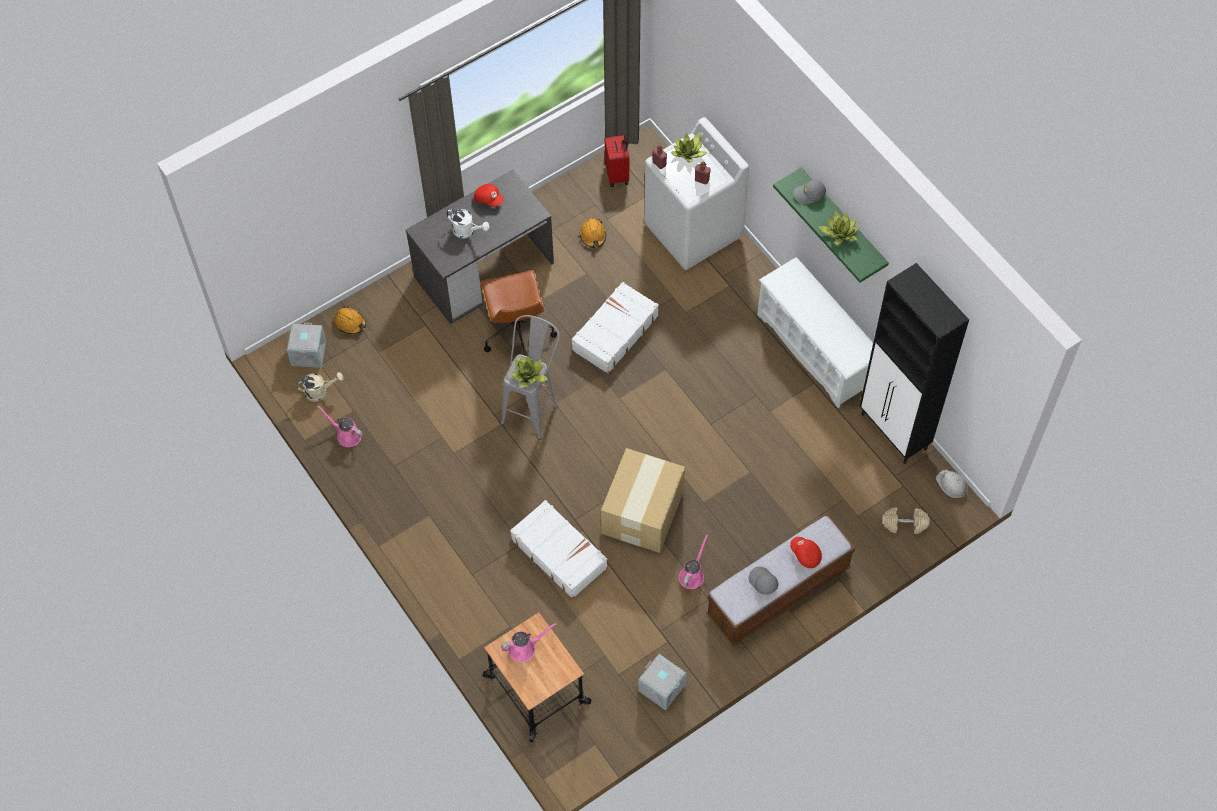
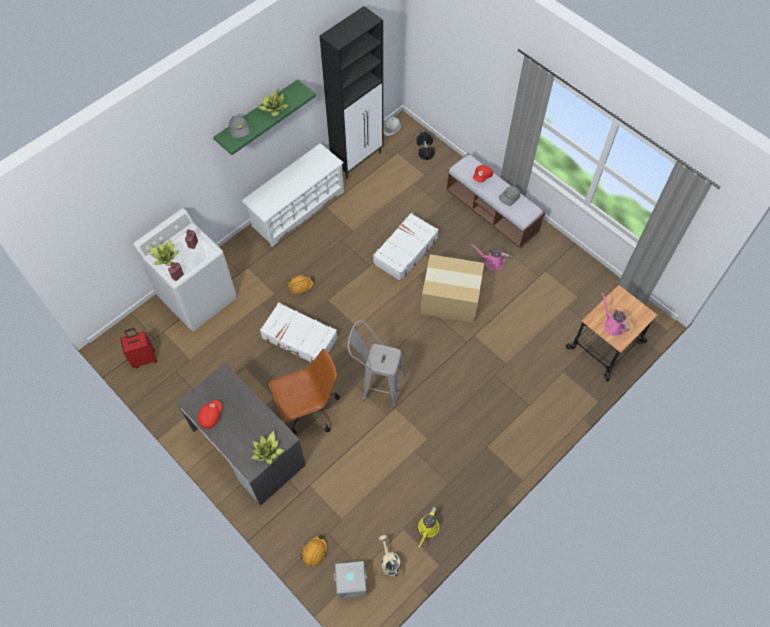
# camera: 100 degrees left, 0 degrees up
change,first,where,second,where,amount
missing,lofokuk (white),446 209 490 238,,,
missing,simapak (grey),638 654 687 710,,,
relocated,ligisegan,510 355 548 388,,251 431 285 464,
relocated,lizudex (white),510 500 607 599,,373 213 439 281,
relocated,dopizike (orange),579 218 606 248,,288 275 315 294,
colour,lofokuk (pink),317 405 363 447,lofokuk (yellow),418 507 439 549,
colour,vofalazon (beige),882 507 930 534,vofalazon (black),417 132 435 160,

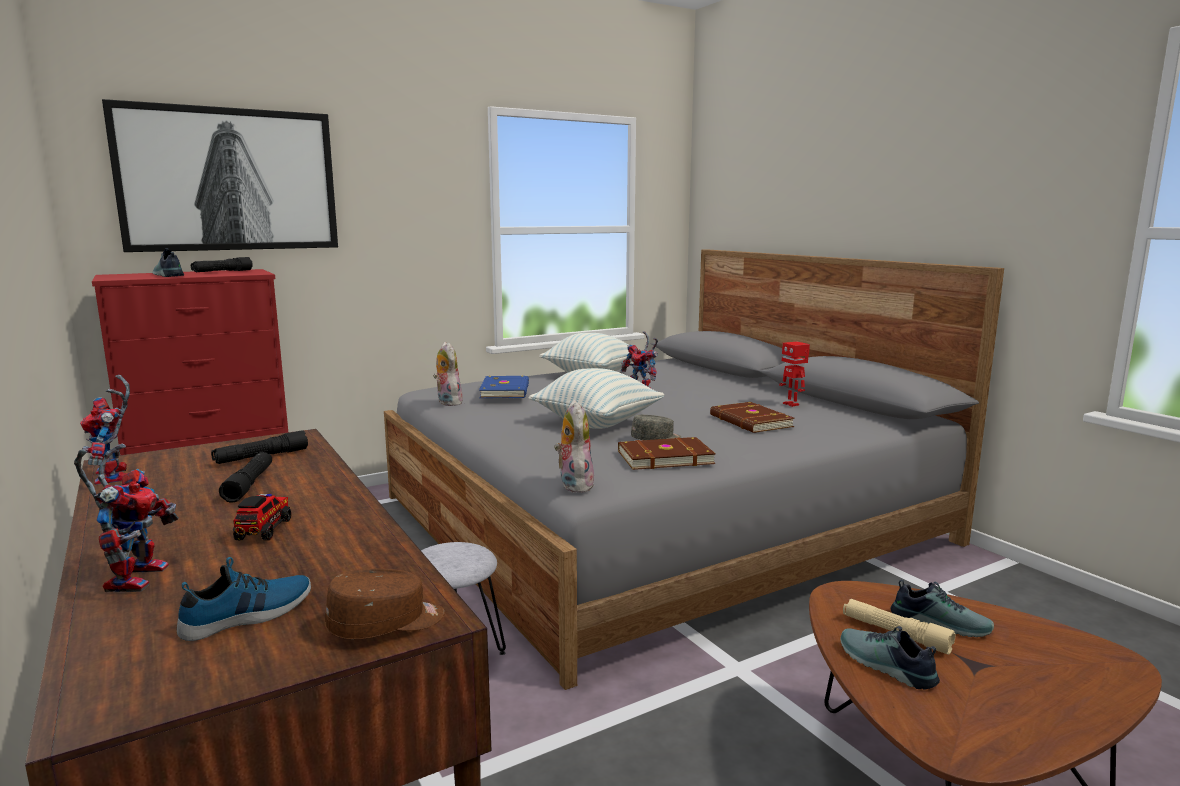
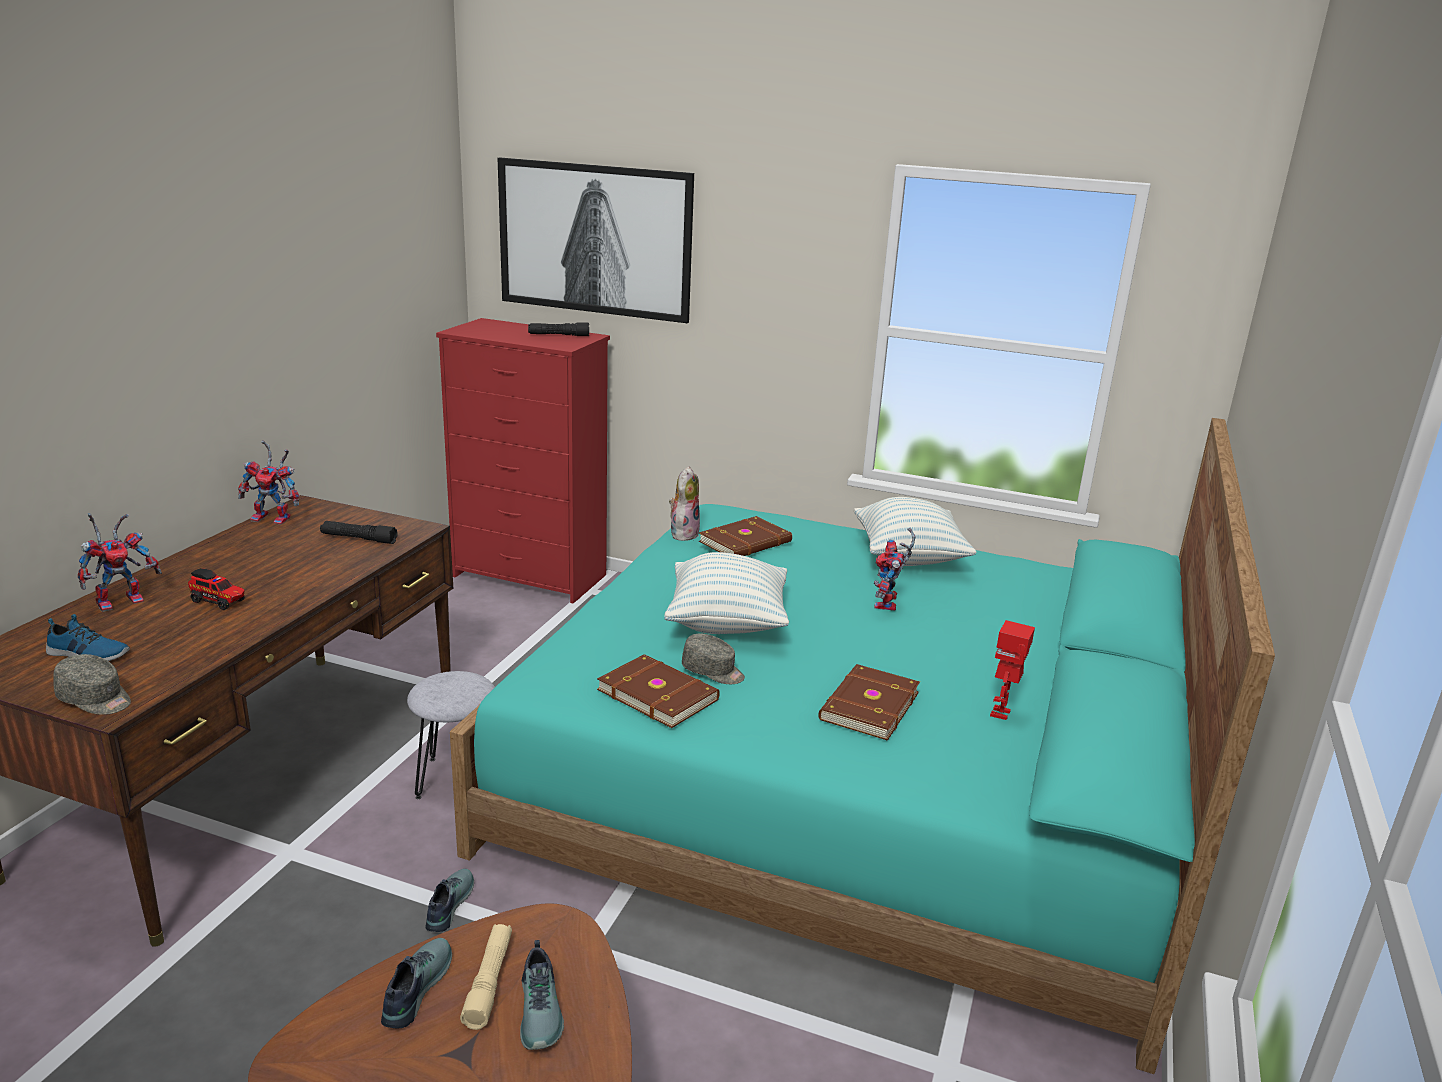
# camera: 50 degrees right, 10 degrees up
change,first,where,second,where,amount
missing,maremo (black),219 452 272 503,,,
missing,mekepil,554 400 594 493,,,
relocated,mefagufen,153 248 184 277,,426 869 474 932,
colour,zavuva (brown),325 569 445 639,zavuva (grey),53 654 131 715,
colour,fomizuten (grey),384 249 1004 690,fomizuten (turquoise),450 418 1275 1074,
colour,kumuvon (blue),479 376 529 398,kumuvon (brown),699 516 792 556,
spun,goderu,80 375 130 485,,238 440 299 525,105 degrees counterclockwise
spun,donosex,233 494 291 541,,188 568 245 610,60 degrees clockwise

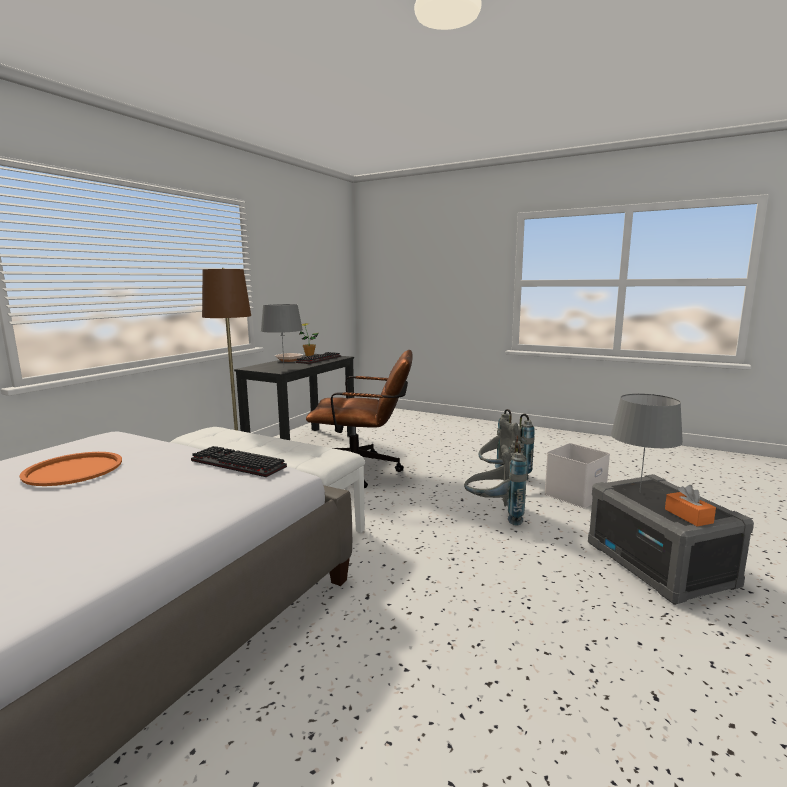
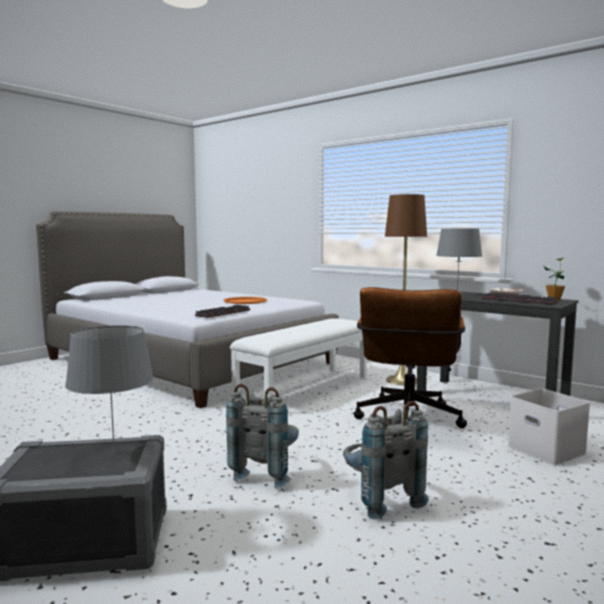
# camera: 100 degrees right, 5 degrees down
change,first,where,second,where,amount
missing,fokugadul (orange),665 485 716 527,,,
relocated,simapak (white),544 443 610 508,,508 388 590 466,

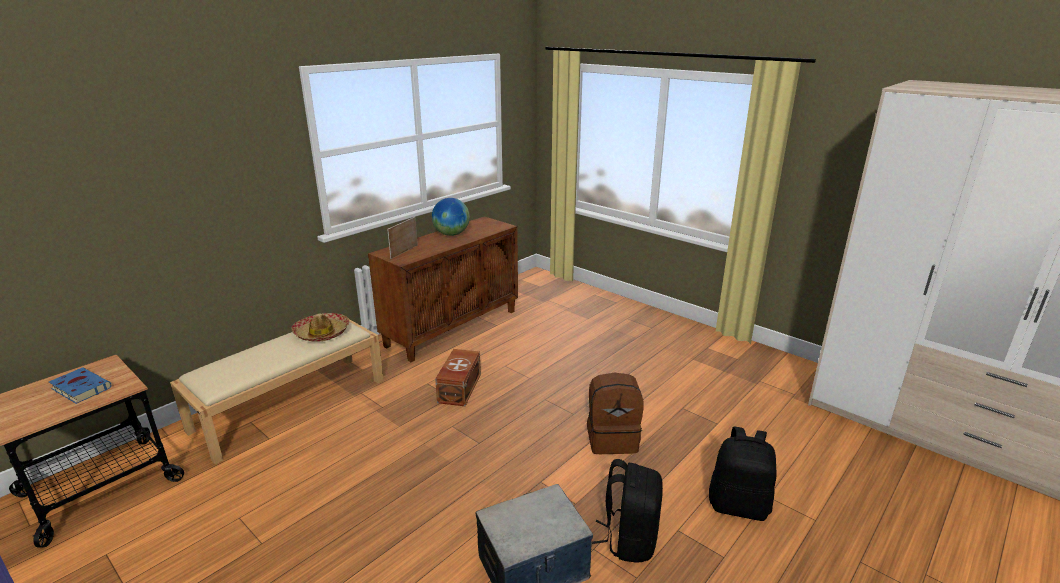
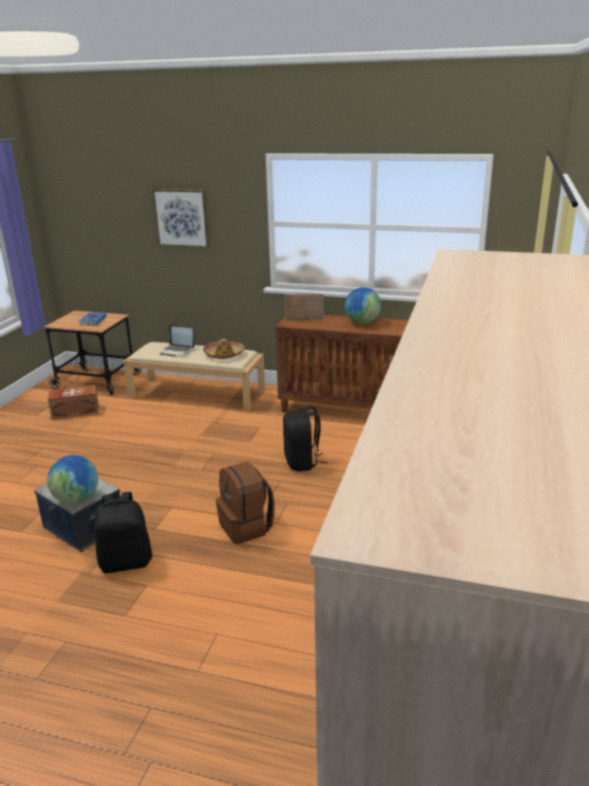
# camera: 65 degrees right, 0 degrees up
change,first,where,second,where,amount
appeared,,,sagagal,47 455 98 504,
appeared,,,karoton,152 189 209 248,
appeared,,,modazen,160 325 195 356,
relocated,simapak (brown),435 349 481 406,,48 385 99 420,
relocated,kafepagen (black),709 427 777 521,,283 405 328 471,

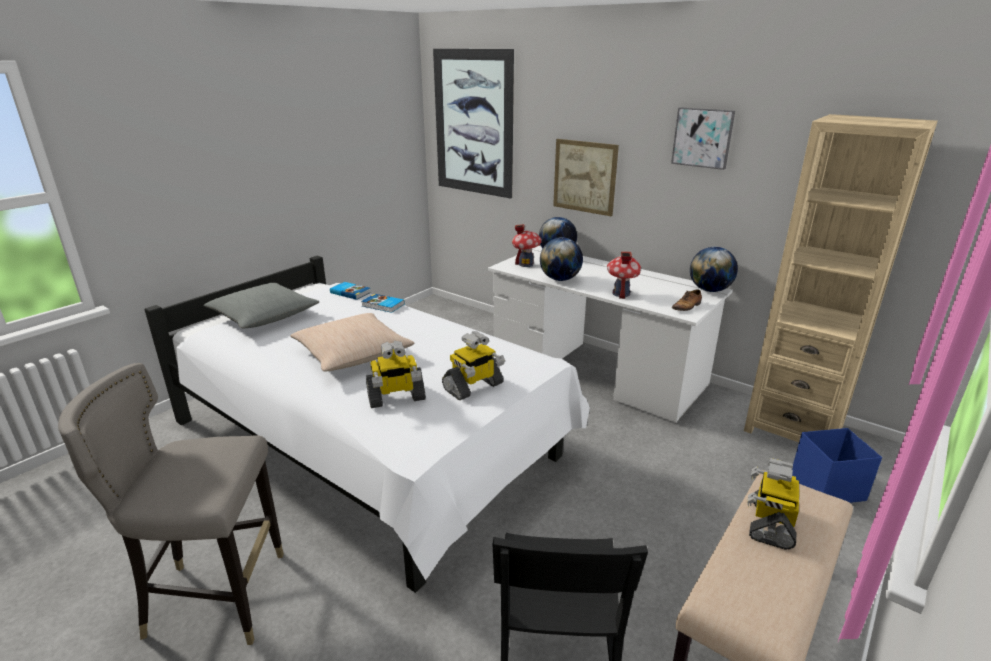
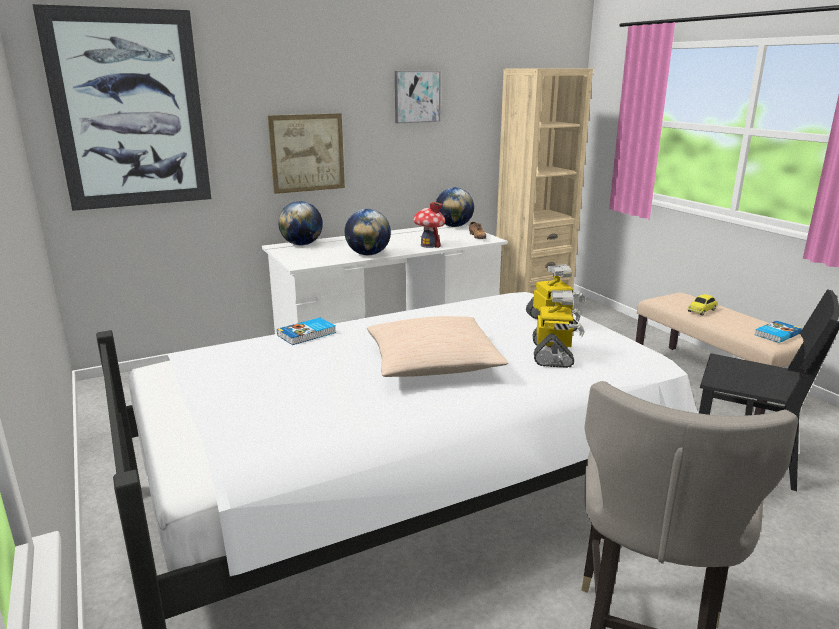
# camera: 65 degrees left, 5 degrees down
change,first,where,second,where,amount
missing,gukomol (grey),203 283 319 328,,,
missing,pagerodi,512 224 542 267,,,
missing,simapak (blue),792 428 882 503,,,
relocated,kumuvon,330 282 371 300,,754 321 802 343,
exchanged,goderu,747 458 799 550,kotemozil,688 294 717 315,

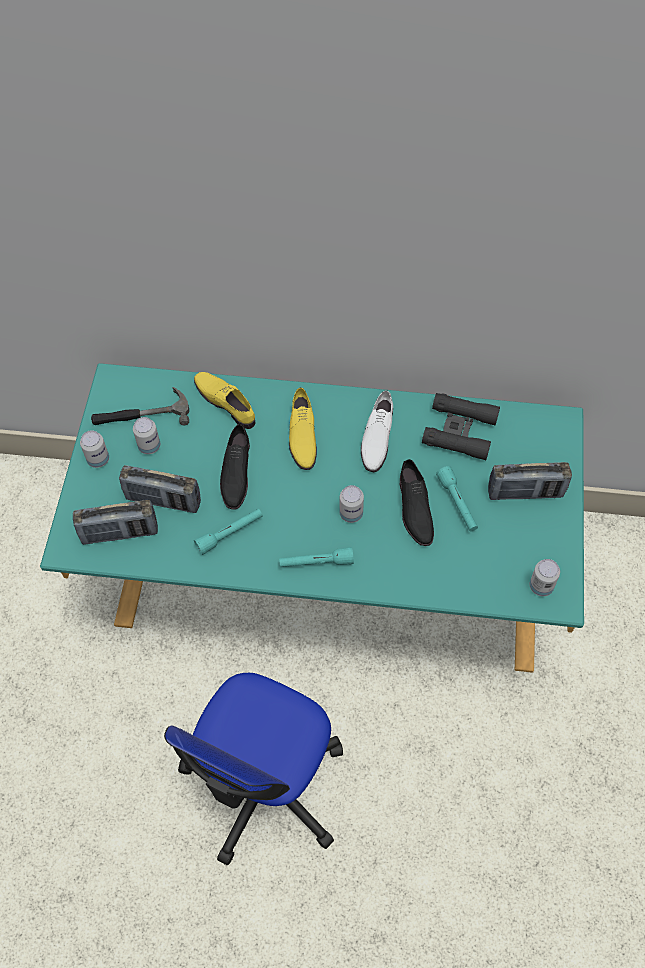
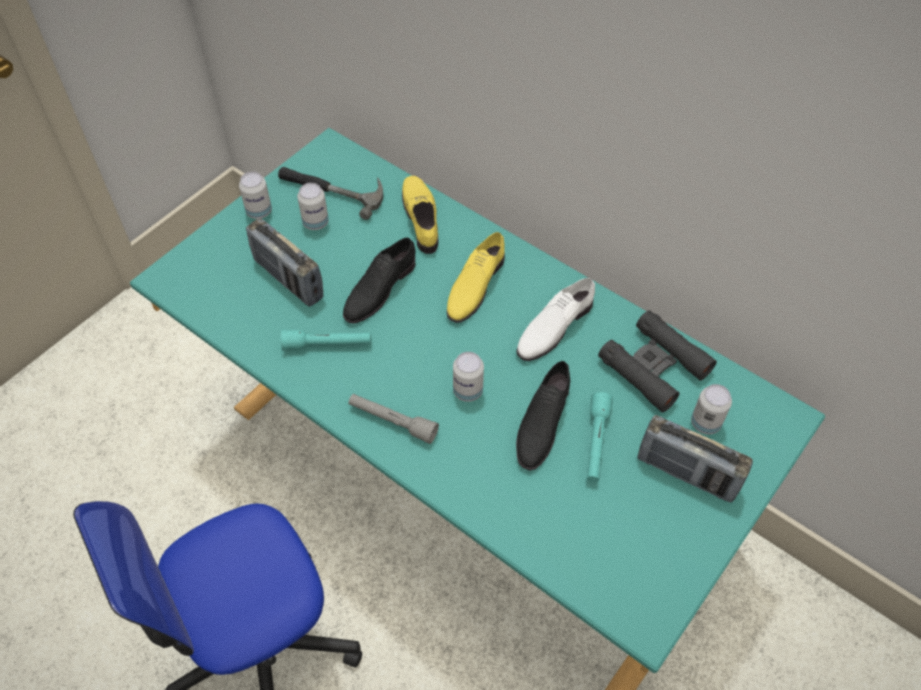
# camera: 30 degrees right, 5 degrees down
change,first,where,second,where,amount
missing,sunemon,73 500 158 545,,,
relocated,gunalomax,530 559 560 596,,691 384 732 434,
colour,maremo (turquoise),279 547 354 567,maremo (grey),349 394 439 444,

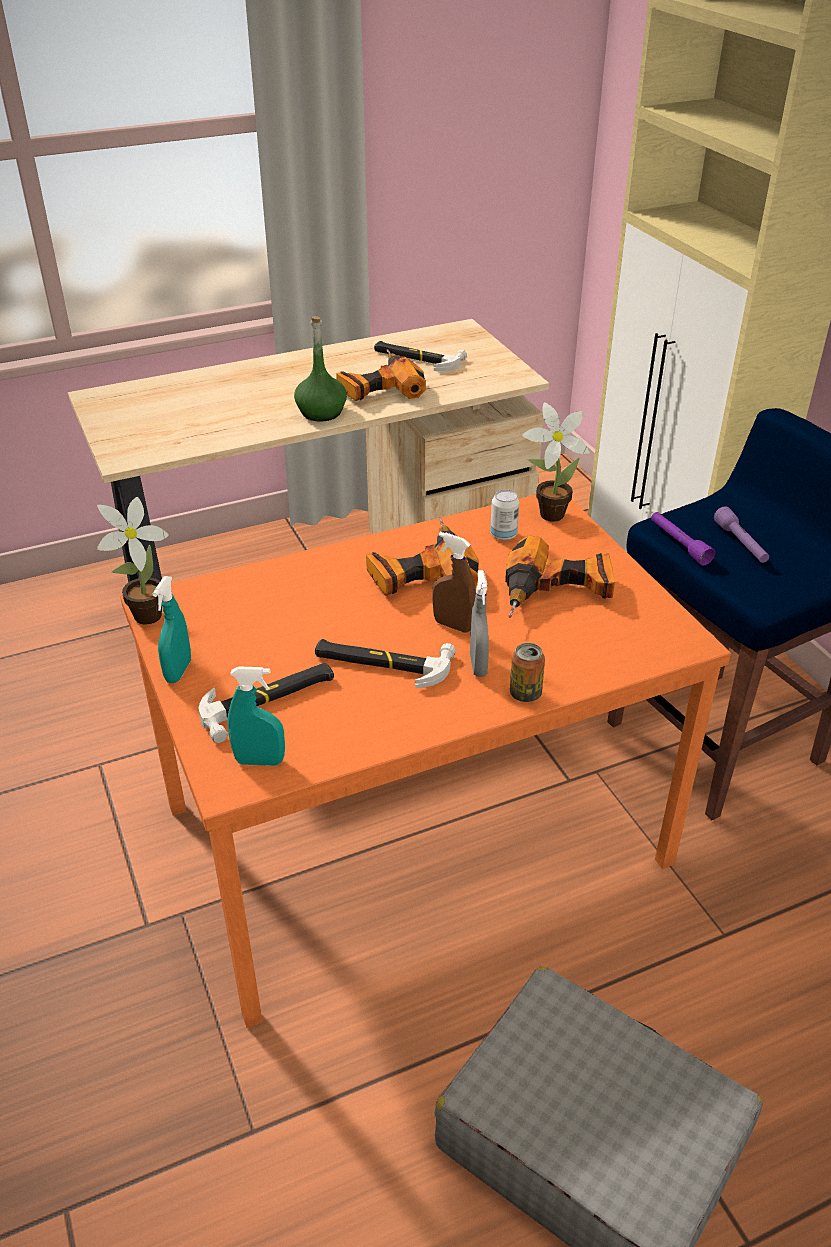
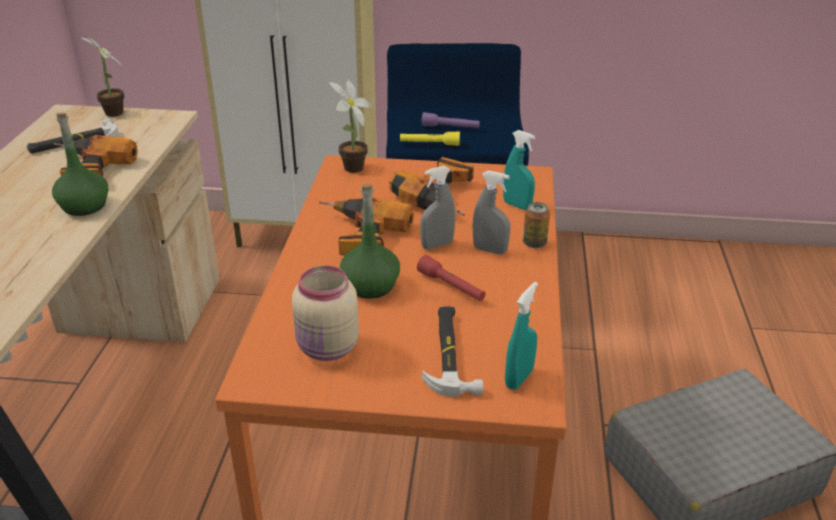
# camera: 60 degrees left, 5 degrees down
change,first,where,second,where,amount
missing,gunalomax,490 489 519 541,,,
appeared,,,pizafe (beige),292 265 359 361,
appeared,,,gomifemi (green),340 184 400 299,
relocated,ligisegan,97 497 169 625,,82 36 124 117,
relocated,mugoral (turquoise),153 576 191 683,,503 130 535 210,
exchanged,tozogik,315 639 456 688,maremo (red),417 255 485 301,
colour,mugoral (brown),432 532 476 632,mugoral (grey),420 166 455 249,
colour,maremo (purple),651 512 715 566,maremo (yellow),400 131 460 146,

